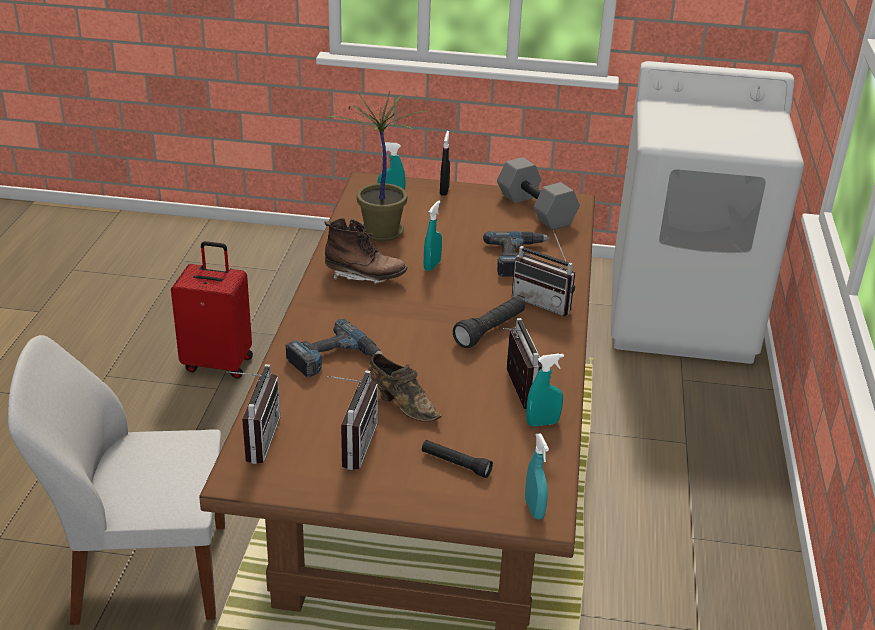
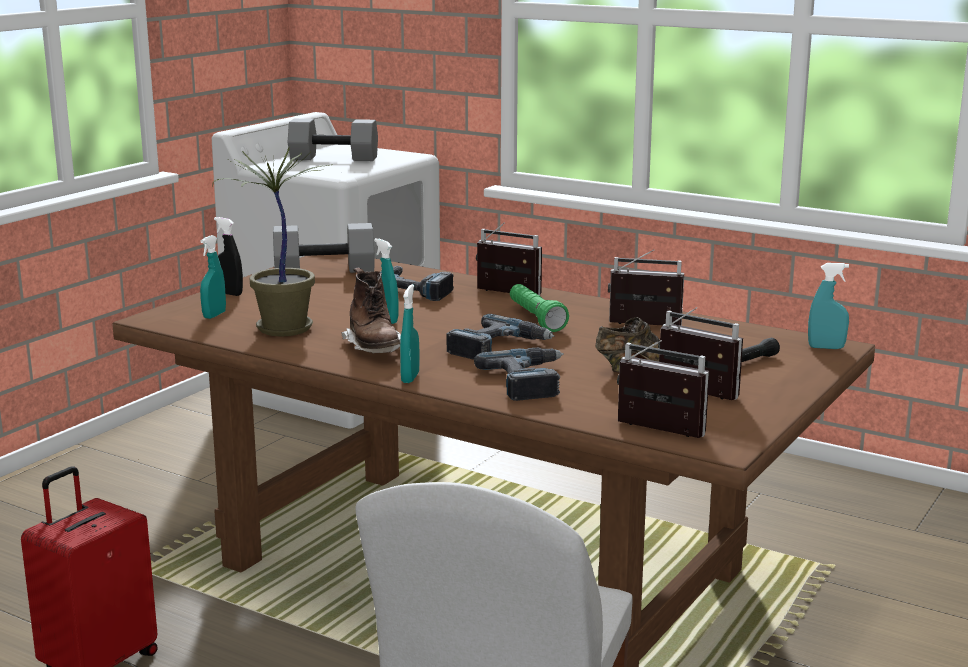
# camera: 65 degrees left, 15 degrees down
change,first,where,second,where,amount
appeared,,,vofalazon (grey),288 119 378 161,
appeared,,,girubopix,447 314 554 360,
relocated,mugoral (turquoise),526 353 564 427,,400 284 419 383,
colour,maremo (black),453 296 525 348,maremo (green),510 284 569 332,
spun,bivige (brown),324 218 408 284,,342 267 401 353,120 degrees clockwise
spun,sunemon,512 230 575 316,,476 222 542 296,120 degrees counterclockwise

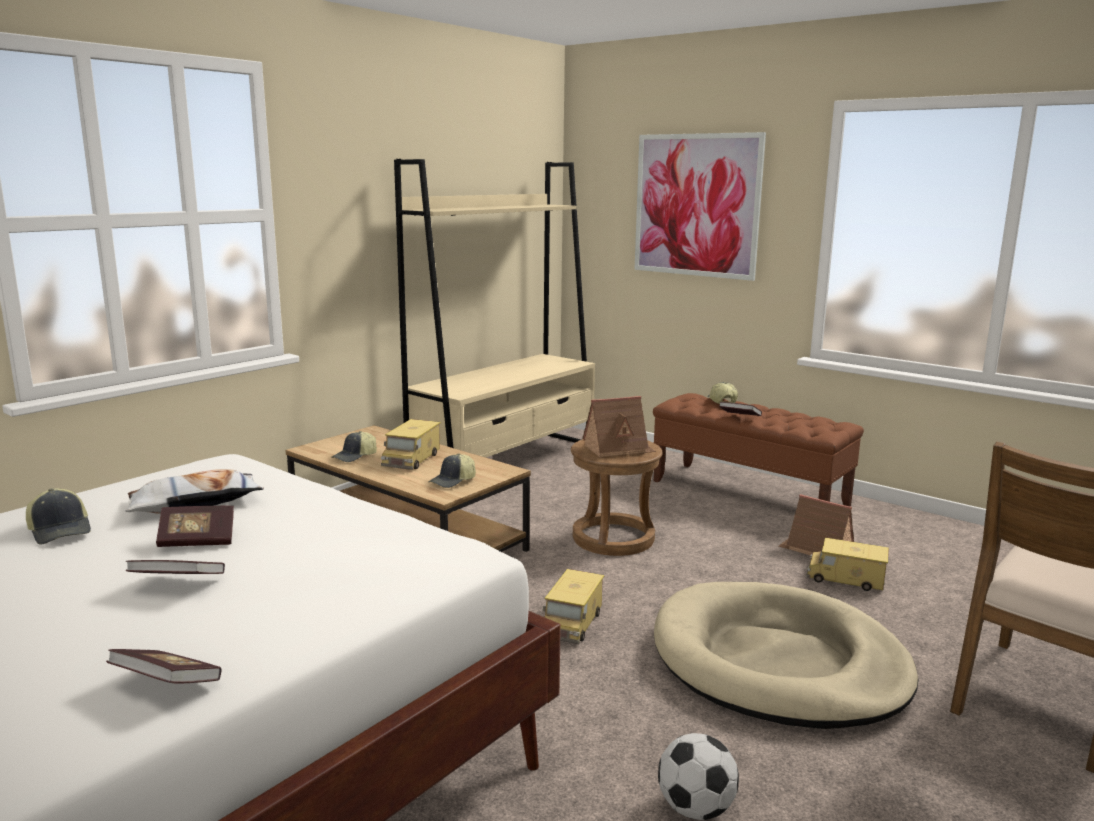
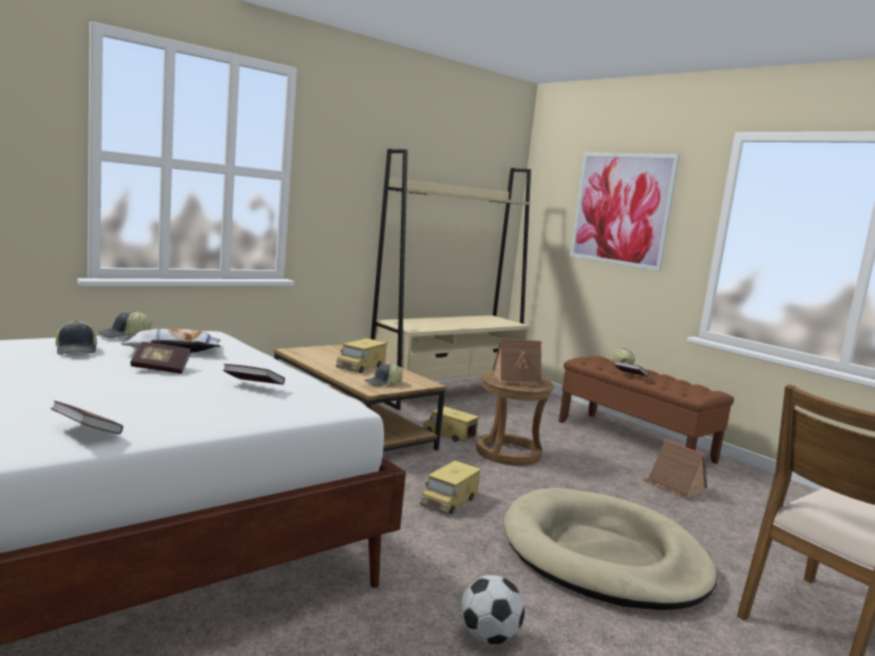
# camera: 10 degrees right, 5 degrees down
change,first,where,second,where,amount
relocated,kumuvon,126 560 225 574,,223 364 285 385,
relocated,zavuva,331 431 377 462,,98 311 153 338,
relocated,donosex,806 538 889 591,,423 406 480 442,

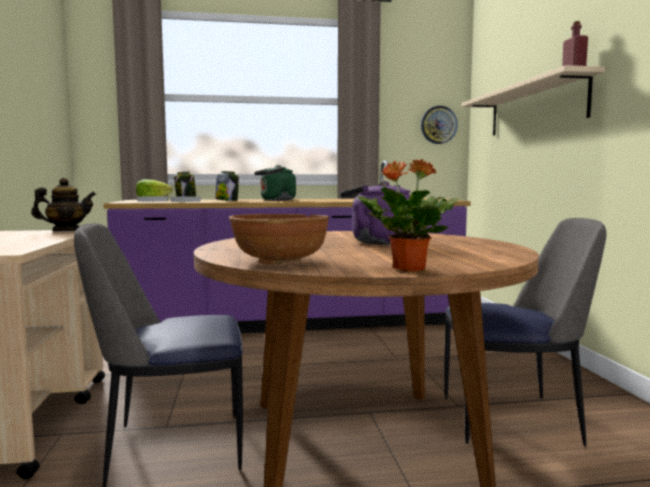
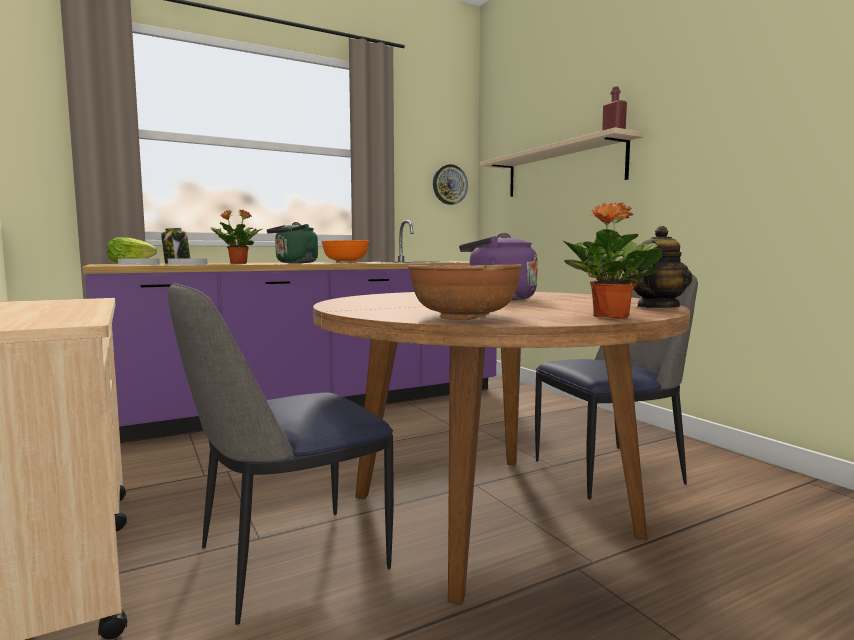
# camera: 20 degrees left, 0 degrees up
change,first,where,second,where,amount
appeared,,,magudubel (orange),321 240 369 262,
relocated,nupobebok,31 178 96 231,,629 226 693 308,
exchanged,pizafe,215 171 239 201,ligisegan,210 210 262 264,

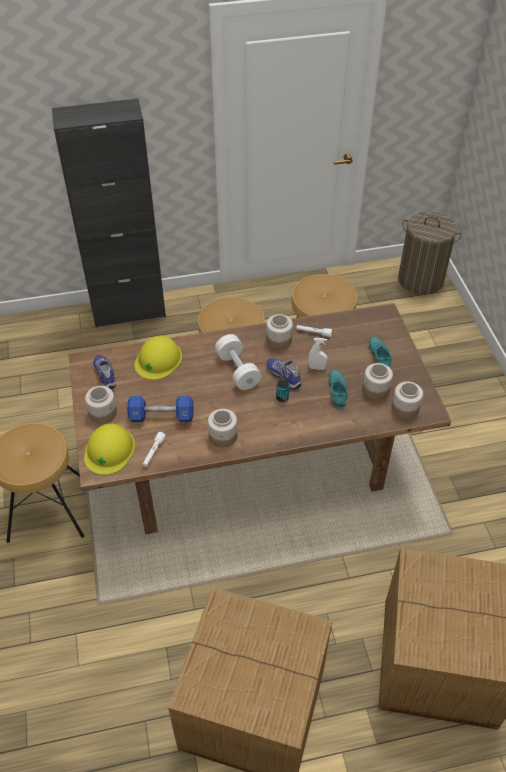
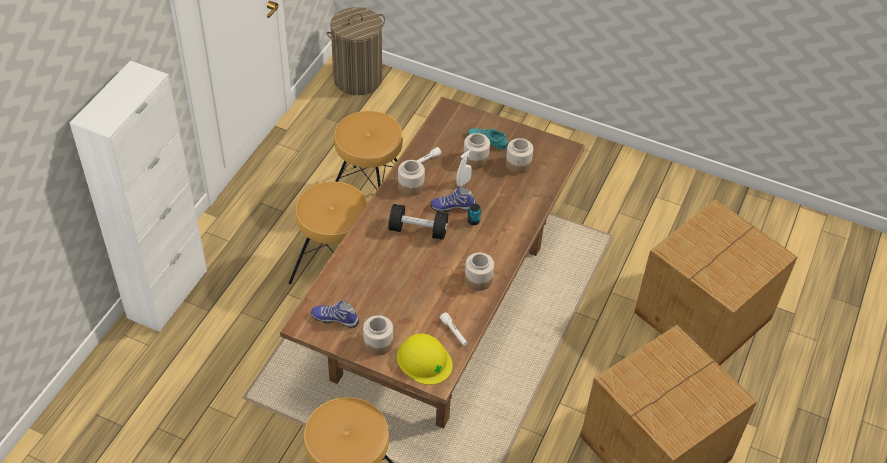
# camera: 55 degrees left, 0 degrees up
change,first,where,second,where,amount
missing,vofalazon (blue),127 396 193 422,,,
missing,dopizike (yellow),135 336 182 380,,,
missing,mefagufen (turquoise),329 370 348 408,,,
relocated,pizafe,391 382 423 419,,463 133 490 168,
colour,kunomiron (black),52 99 166 328,kunomiron (white),70 61 207 332,
colour,vofalazon (white),215 334 261 390,vofalazon (black),388 204 448 240,

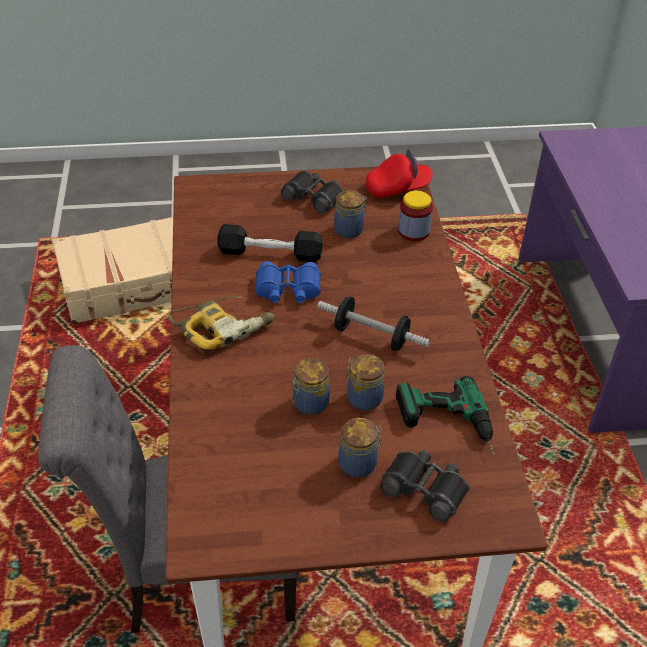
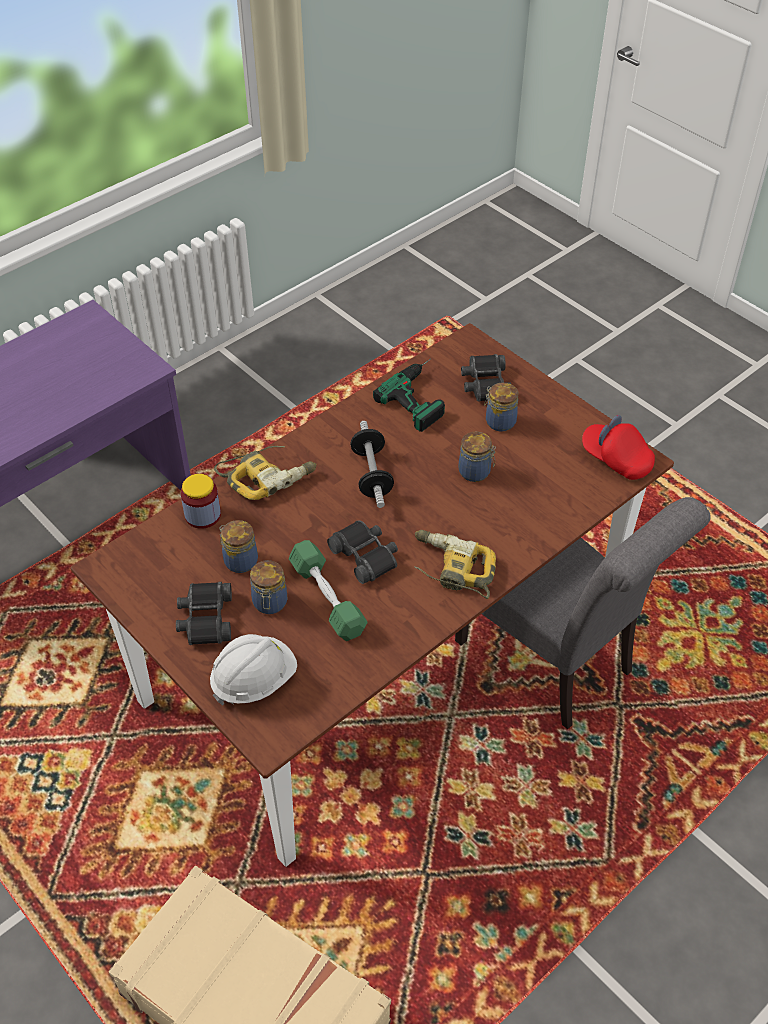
# camera: 125 degrees left, 5 degrees up
change,first,where,second,where,amount
appeared,,,dopizike (white),210 634 297 706,
appeared,,,girubopix,214 446 317 500,
relocated,pizafe,346 354 385 411,,250 560 287 614,
relocated,zavuva (red),366 149 433 198,,582 415 655 480,
colour,vofalazon (black),217 224 323 262,vofalazon (green),289 540 368 641,
colour,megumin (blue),255 261 321 303,megumin (black),327 521 398 584,

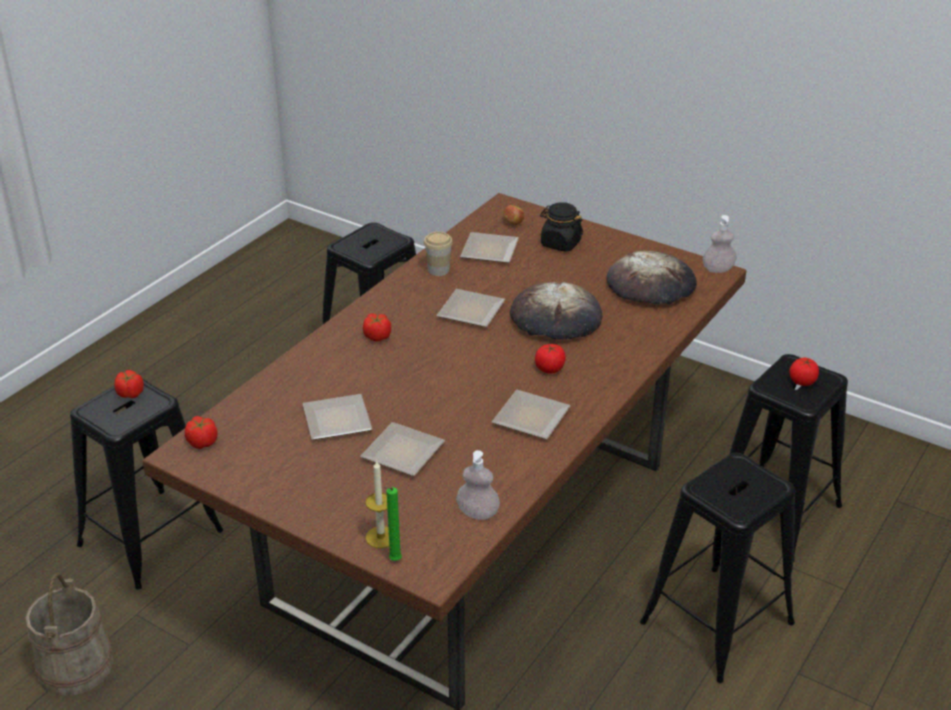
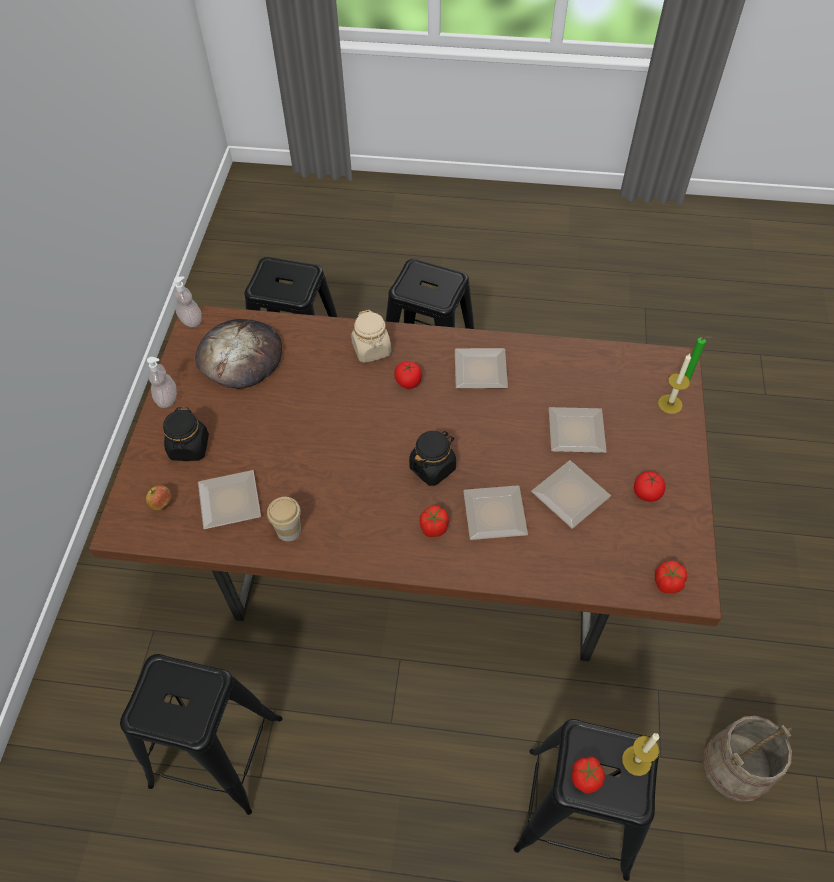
# camera: 115 degrees left, 20 degrees up
change,first,where,second,where,amount
missing,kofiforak,510 282 602 340,,,
appeared,,,pizafe (beige),351 310 391 363,
appeared,,,pizafe (black),409 431 456 486,
appeared,,,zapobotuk,622 733 659 776,
relocated,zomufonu,436 289 505 327,,463 485 528 540,
relocated,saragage,456 450 500 520,,147 357 177 408,
relocated,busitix,789 358 819 386,,634 472 665 502,

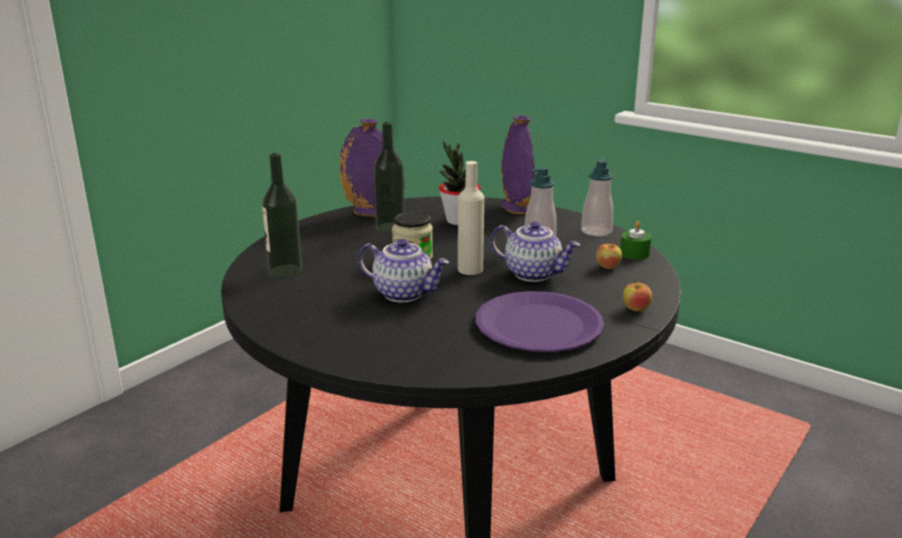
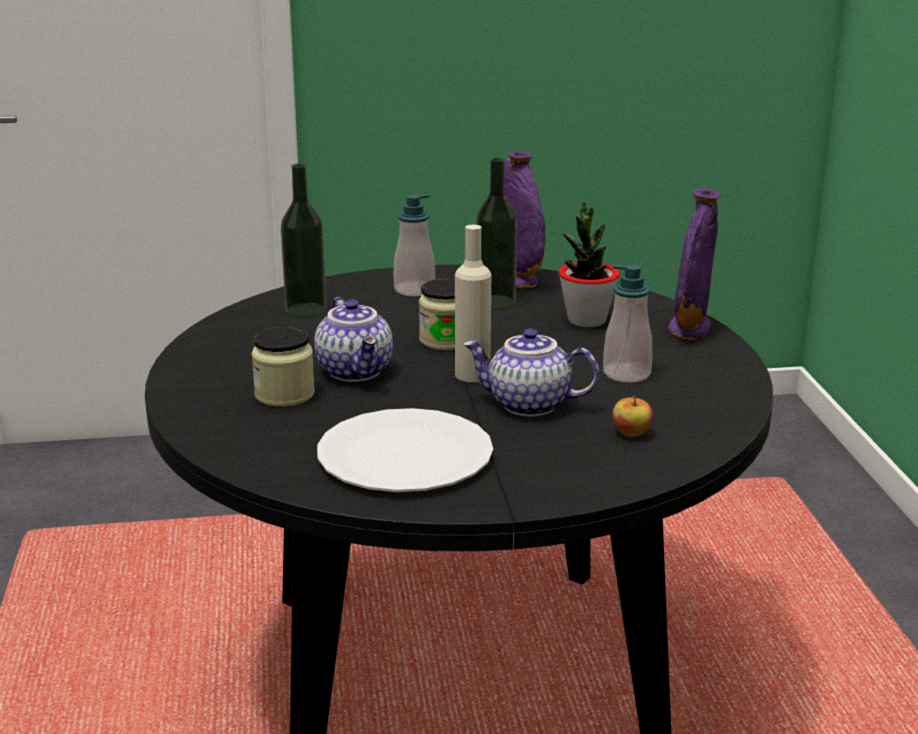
# camera: 45 degrees right, 0 degrees up
change,first,where,second,where,amount
missing,zapobotuk (green),620 221 652 260,,,
missing,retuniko,623 280 652 311,,,
appeared,,,pizafe,251 327 315 407,
relocated,saragage,581 158 613 236,,394 194 435 296,
colour,zomufonu (purple),476 291 604 352,zomufonu (white),317 408 493 492,
spun,nupobebok,491 221 580 282,,463 328 599 417,120 degrees clockwise

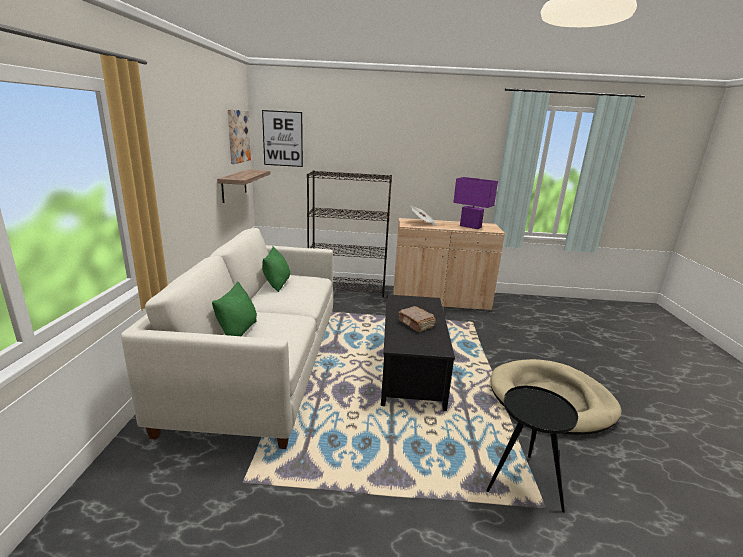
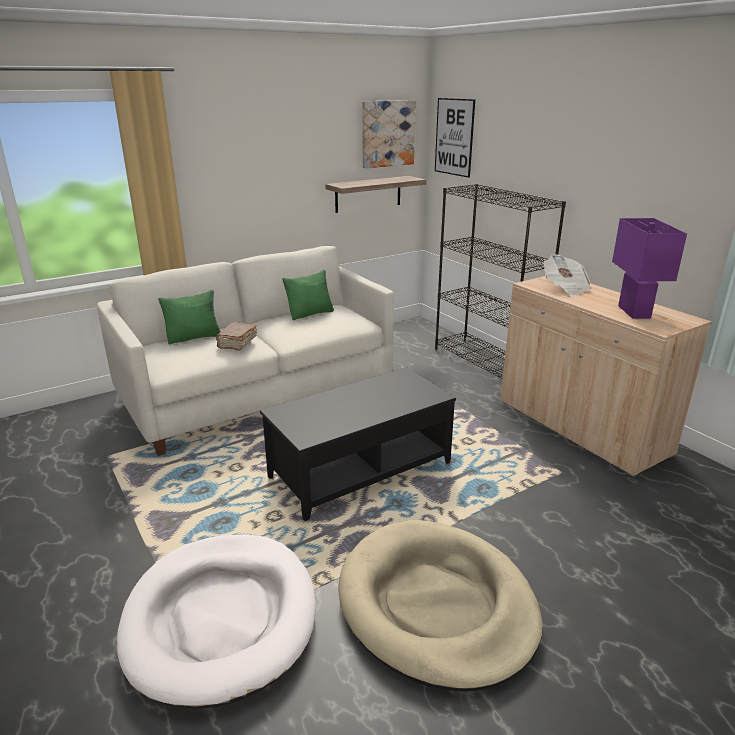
# camera: 55 degrees right, 5 degrees up
change,first,where,second,where,amount
relocated,kumuvon (brown),398 306 436 332,,216 322 257 351,
exchanged,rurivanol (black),486 386 578 512,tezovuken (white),117 534 316 708,

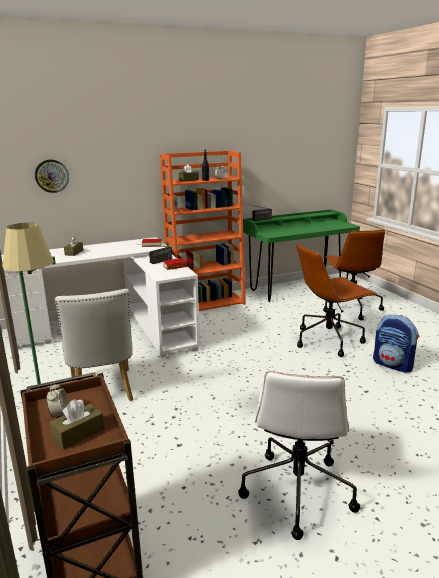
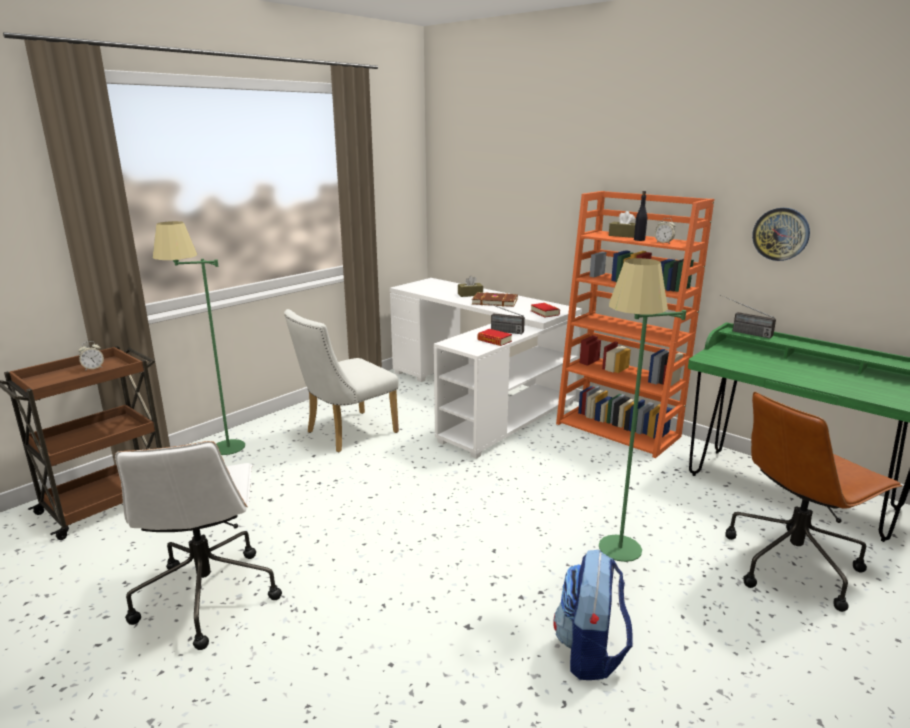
# camera: 65 degrees right, 0 degrees up
change,first,where,second,where,amount
missing,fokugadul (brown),49 399 105 450,,,
appeared,,,kumuvon (brown),472 292 518 307,
relocated,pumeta,35 159 69 193,,752 208 810 261,
exchanged,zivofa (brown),296 244 377 357,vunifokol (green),599 258 686 562,
spun,zivofa (white),238 371 360 540,,115 441 282 650,90 degrees counterclockwise

